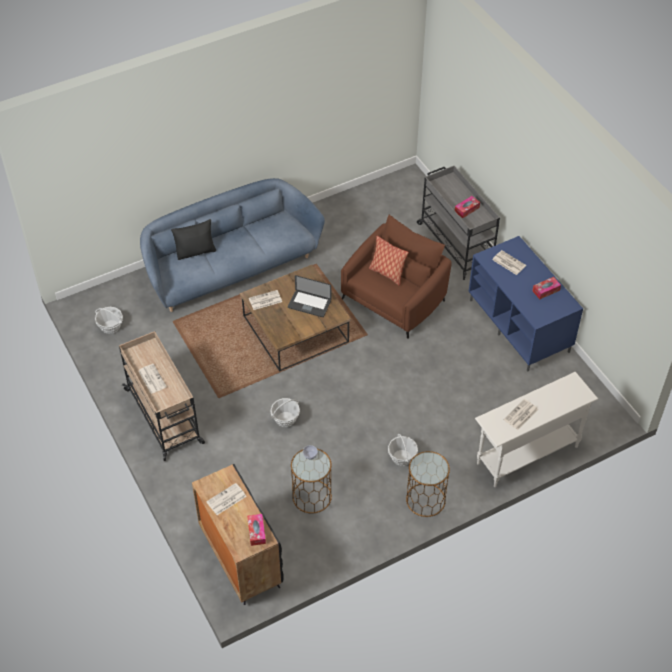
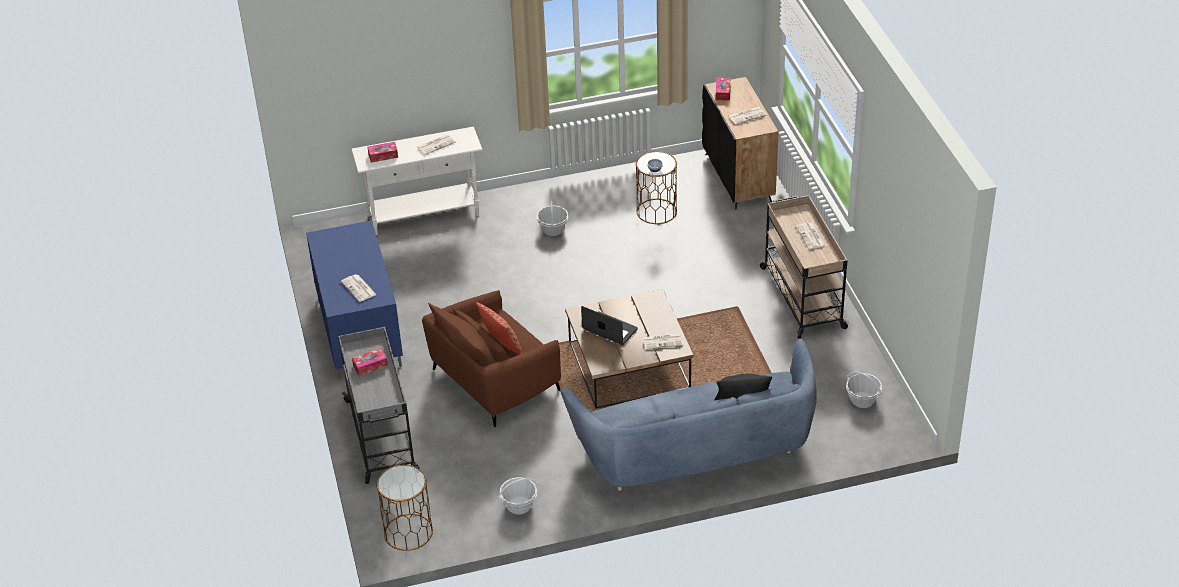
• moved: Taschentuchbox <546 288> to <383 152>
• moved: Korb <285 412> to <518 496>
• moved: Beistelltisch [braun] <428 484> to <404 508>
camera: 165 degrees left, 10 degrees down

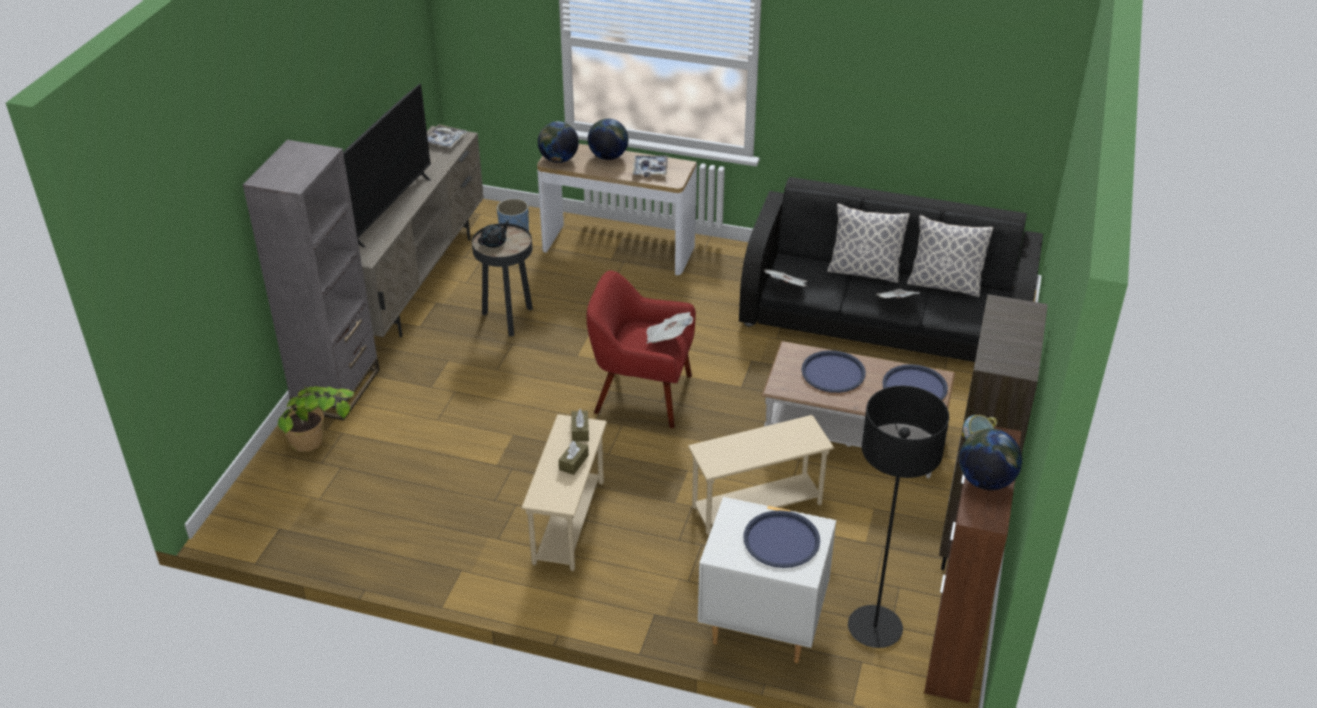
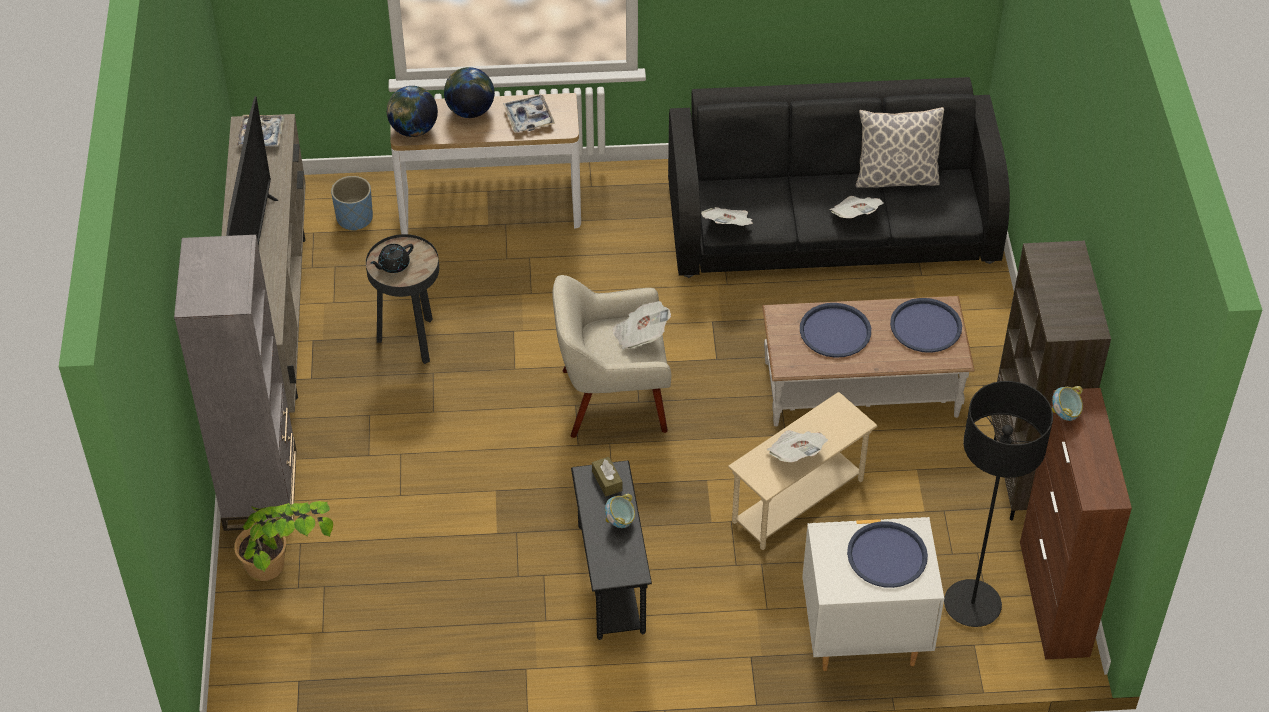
• removed: Kissen <868 243>
• turned: Teekanne [schwarz] <493 234> = <392 258> 150 degrees counterclockwise
• recoloured: Sessel [rot] <641 349> to Sessel [beige] <611 356>
• recoloured: Beistelltisch [beige] <564 492> to Beistelltisch [schwarz] <611 550>
• removed: Globus <990 459>
• replaced: Taschentuchbox [braun] <574 458> to Schüssel <620 511>
• added: Zeitung <797 446>
camera: 20 degrees left, 10 degrees up

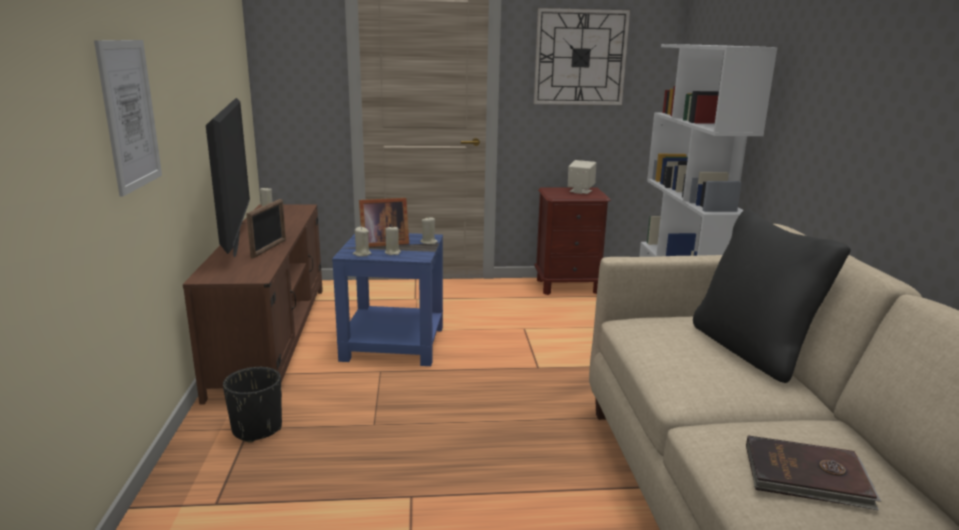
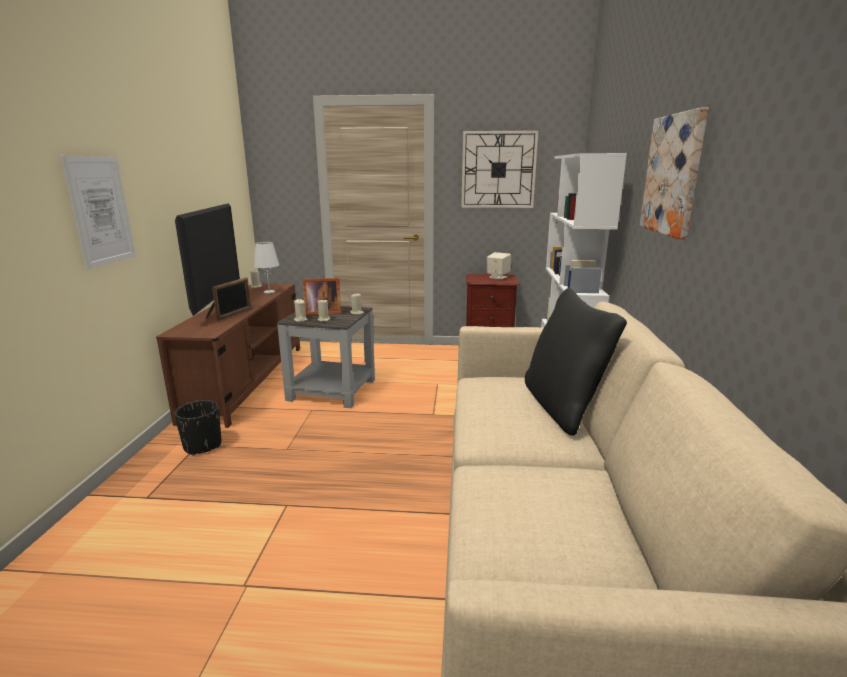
• recoloured: Beistelltisch [blau] <387 299> to Beistelltisch [grau] <326 357>
• removed: Buch [braun] <813 473>
• added: Bild <674 173>
• added: Tischlampe [weiß] <266 268>
camera: 10 degrees right, 0 degrees up

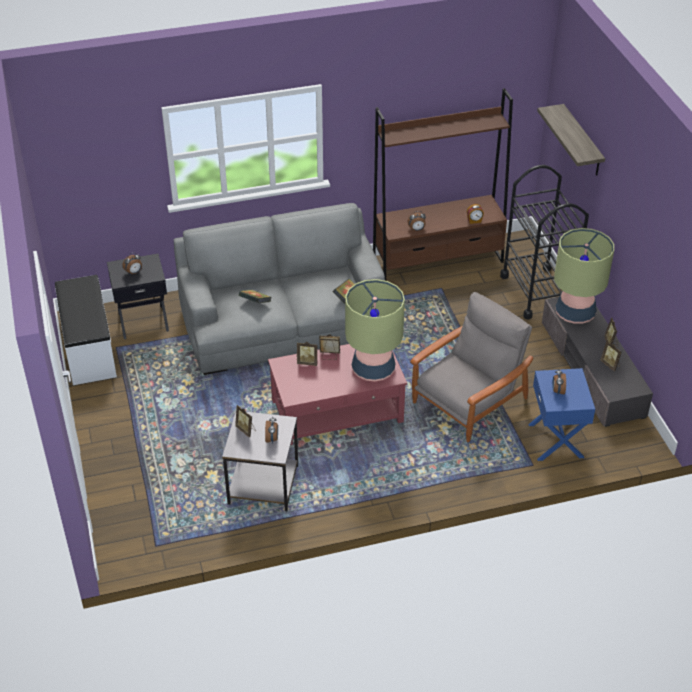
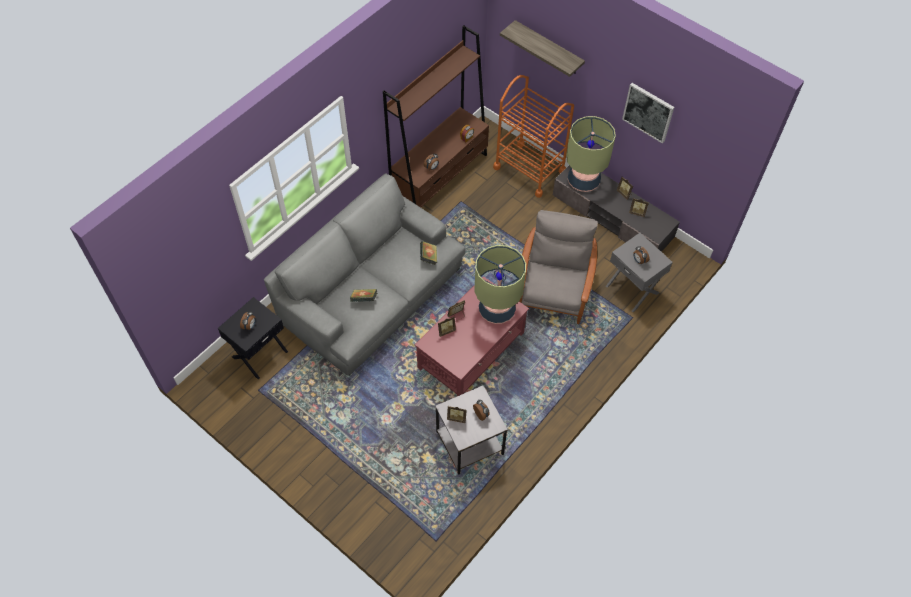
• recoloured: Rollwagen [schwarz] <544 242> to Rollwagen [orange] <533 136>
• removed: Bank [weiß] <86 330>
• recoloured: Beistelltisch [blau] <561 414> to Beistelltisch [grau] <639 272>
• added: Bild <648 113>
camera: 35 degrees left, 15 degrees up

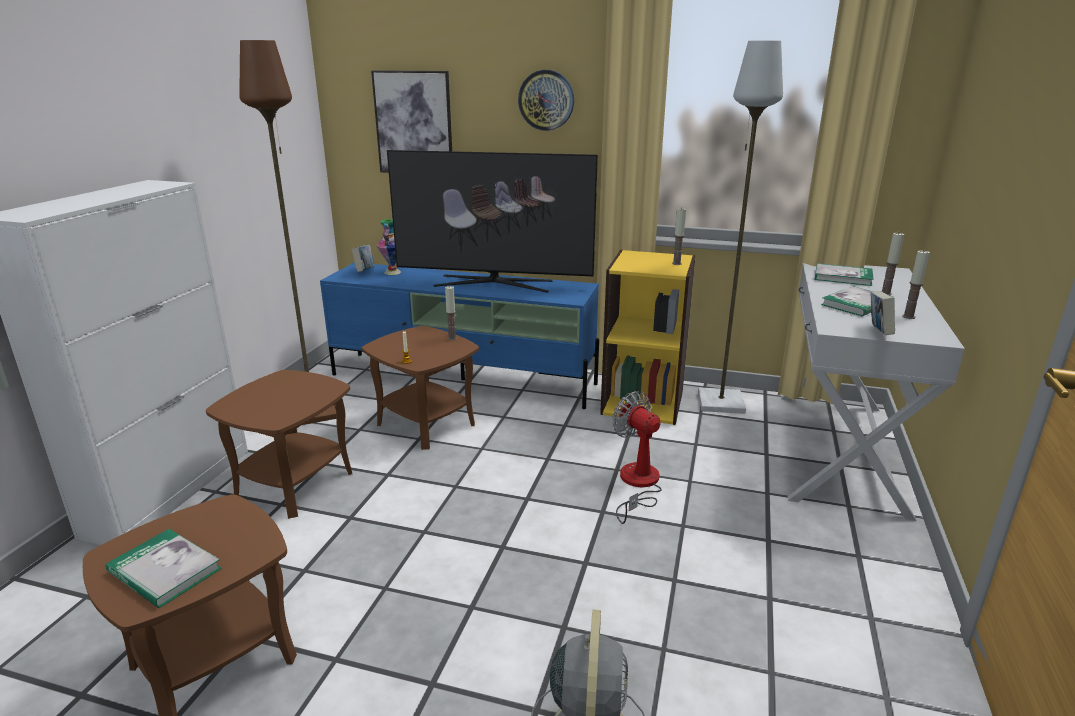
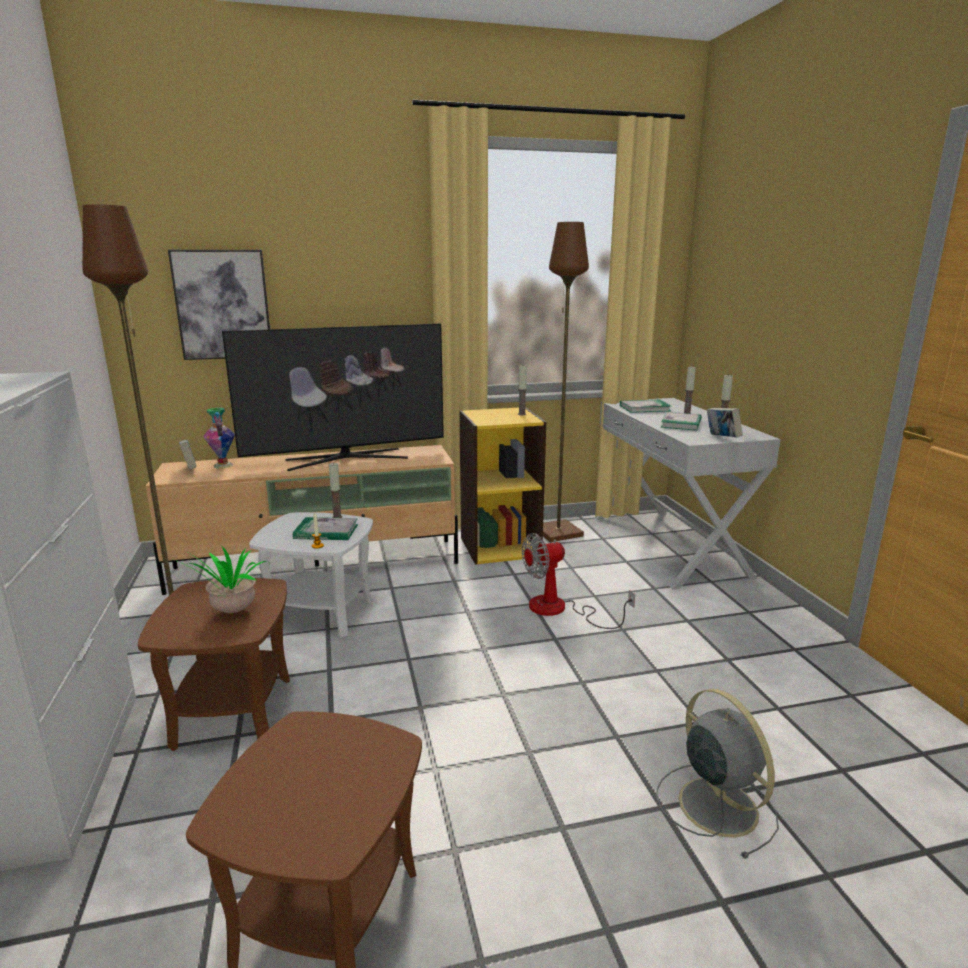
• recoloured: Stehlampe [grau] <740 227> to Stehlampe [braun] <566 382>
• removed: Wanduhr <546 100>
• recoloured: Fernsehschrank [blau] <459 335> to Fernsehschrank [beige] <302 520>
• recoloured: Beistelltisch [braun] <420 388> to Beistelltisch [weiß] <311 575>
• turned: Ventilator <637 457> = <578 581> 45 degrees counterclockwise
• moved: Buch <164 568> to <325 528>
• added: Topfpflanze <225 579>
camera: 30 degrees left, 5 degrees down

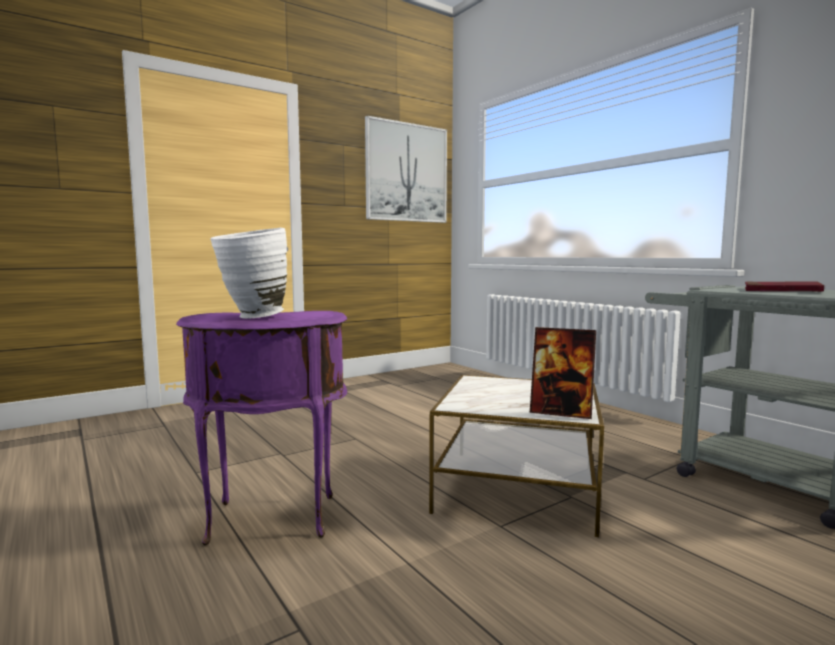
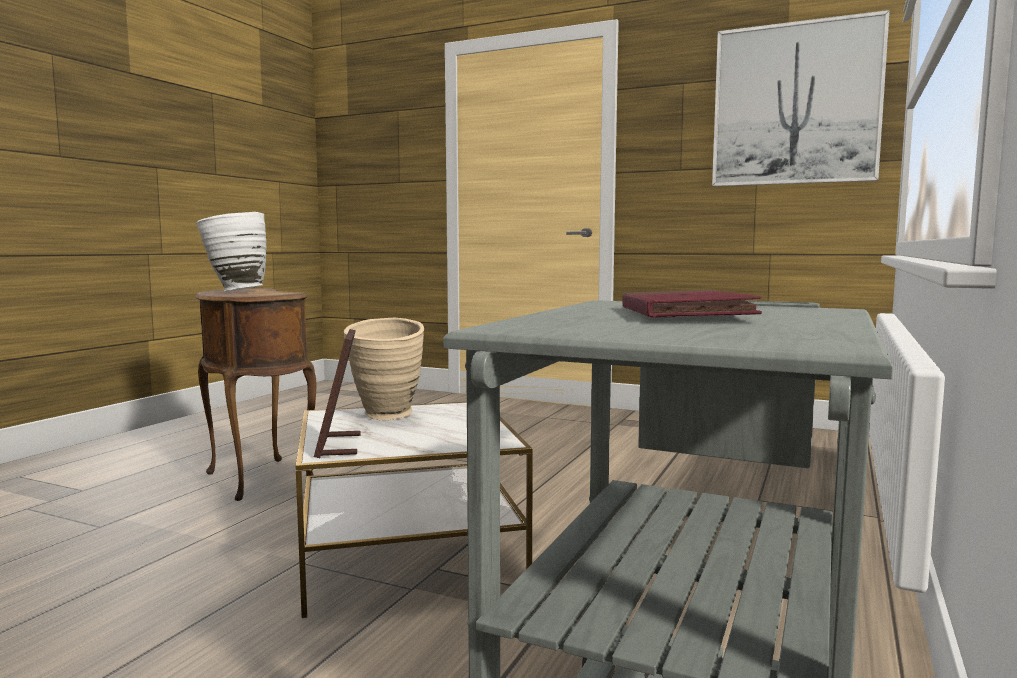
• recoloured: Beistelltisch [lila] <261 428> to Beistelltisch [braun] <255 394>
• added: Vase [beige] <384 369>
camera: 60 degrees right, 0 degrees up

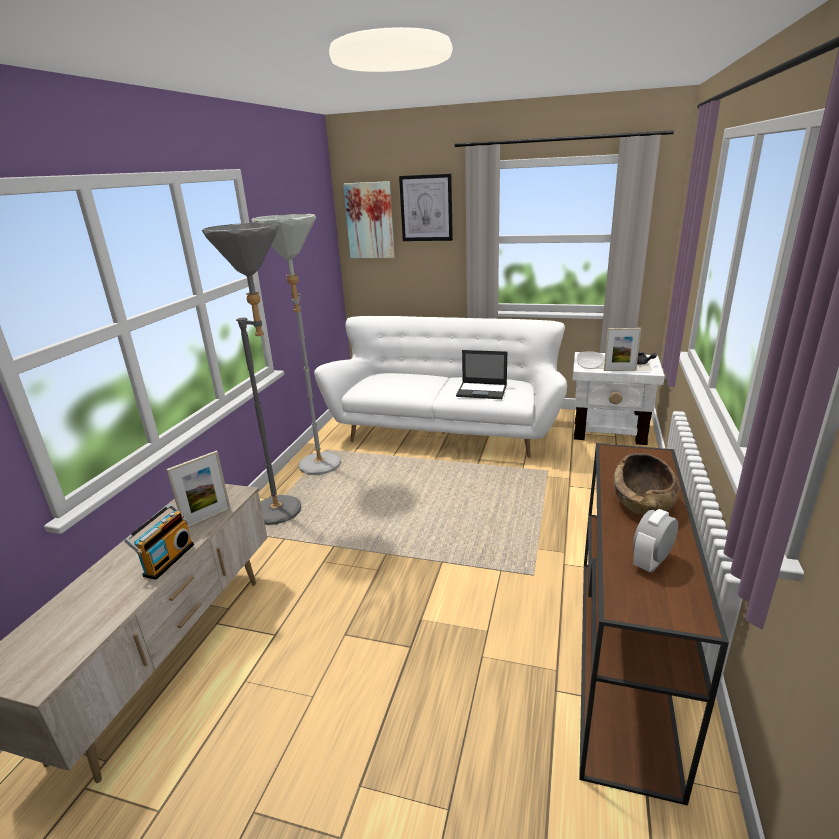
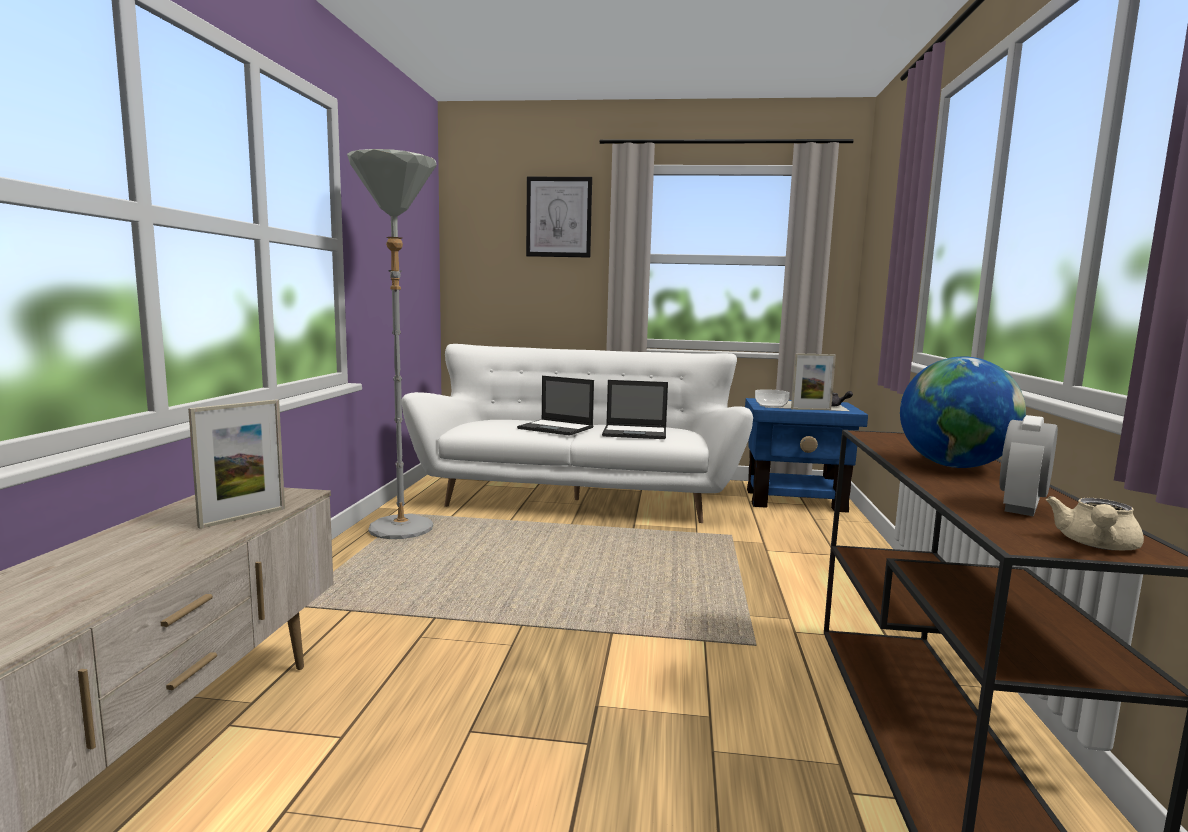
• removed: Bild <369 219>
• removed: Stehlampe [grau] <251 373>
• recoloured: Beistelltisch [weiß] <619 398> to Beistelltisch [blau] <806 455>
• replaced: Schüssel [braun] <646 484> to Globus <963 412>
• removed: Radio <159 542>
• added: Laptop <555 406>
• added: Teekanne [beige] <1095 523>
camera: 10 degrees left, 15 degrees down

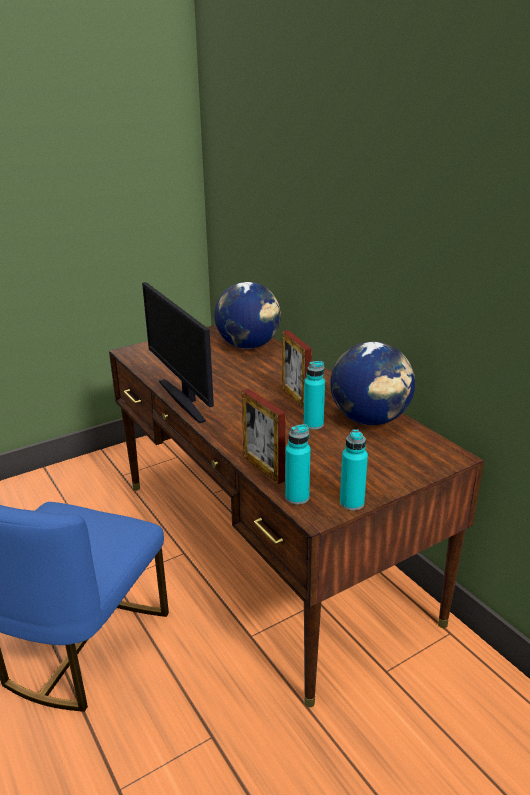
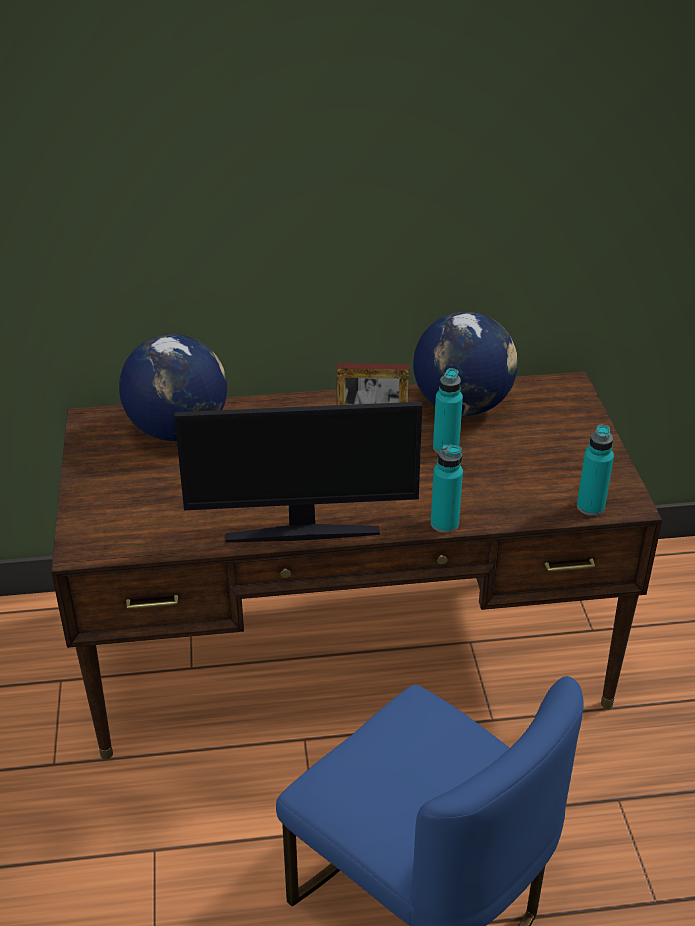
• removed: Bilderrahmen <264 436>
• moved: Flasche [türkis] <354 470> to <447 488>
camera: 65 degrees left, 10 degrees up

